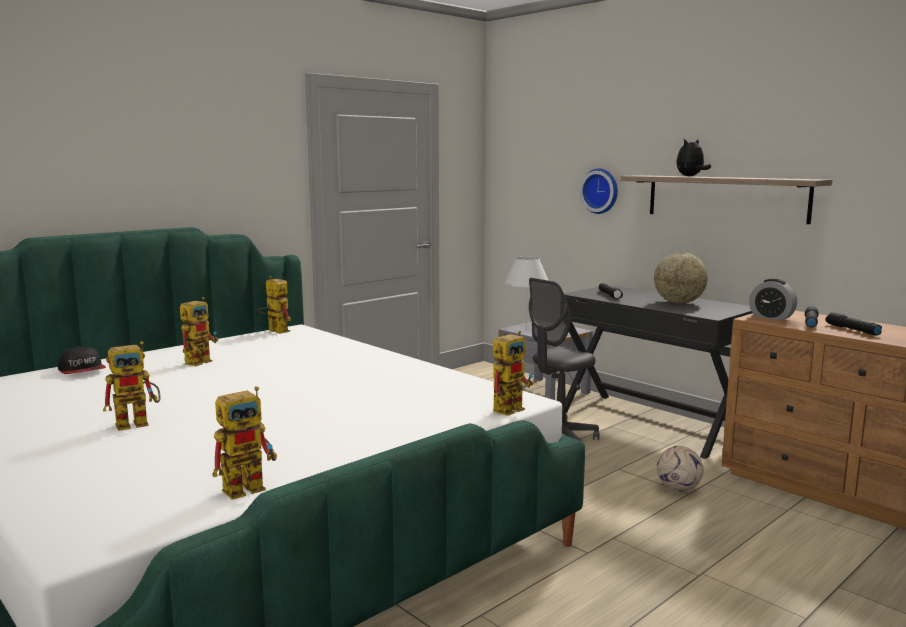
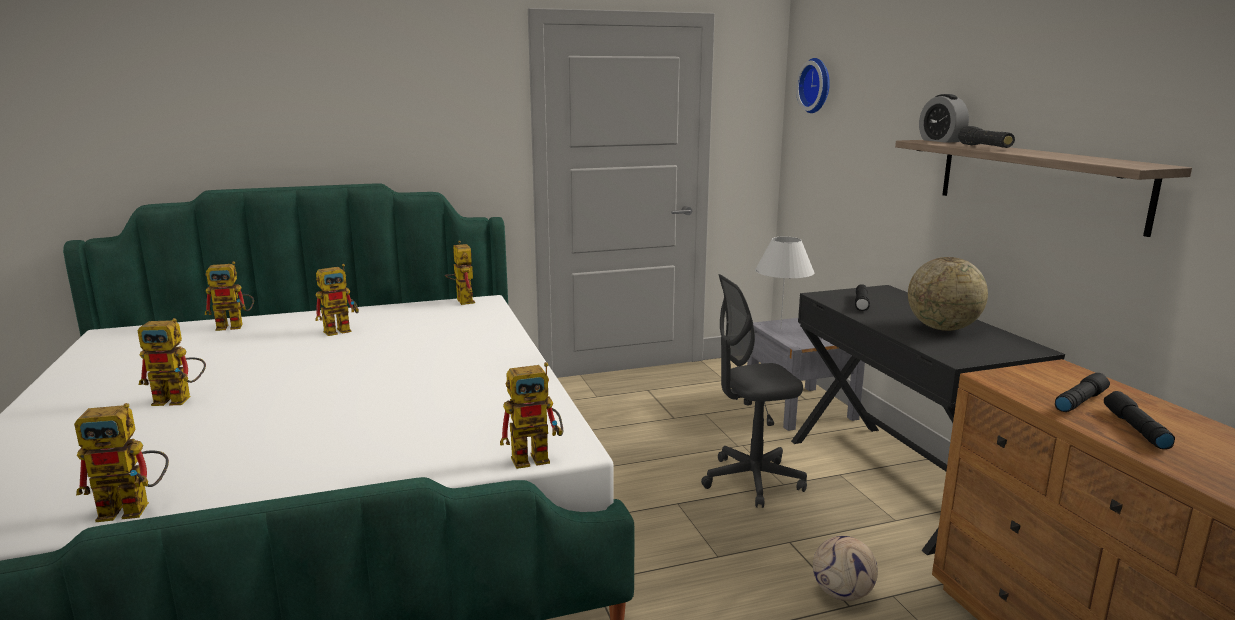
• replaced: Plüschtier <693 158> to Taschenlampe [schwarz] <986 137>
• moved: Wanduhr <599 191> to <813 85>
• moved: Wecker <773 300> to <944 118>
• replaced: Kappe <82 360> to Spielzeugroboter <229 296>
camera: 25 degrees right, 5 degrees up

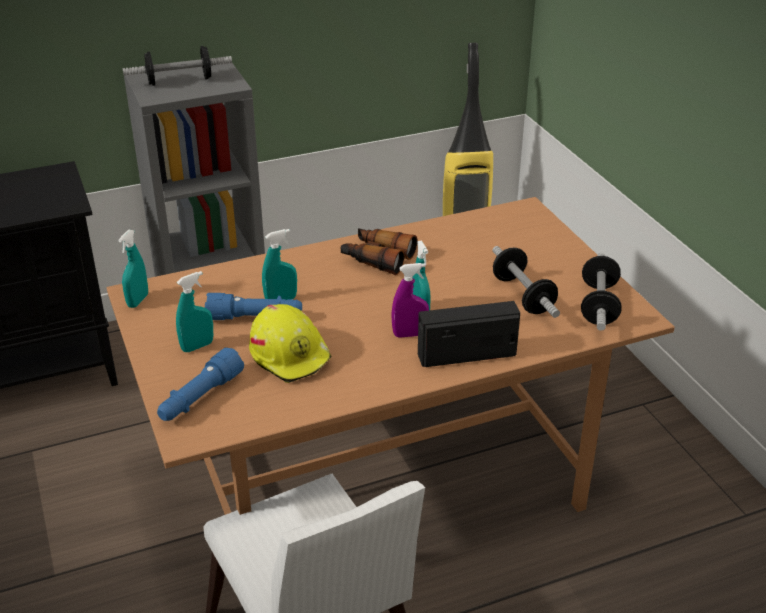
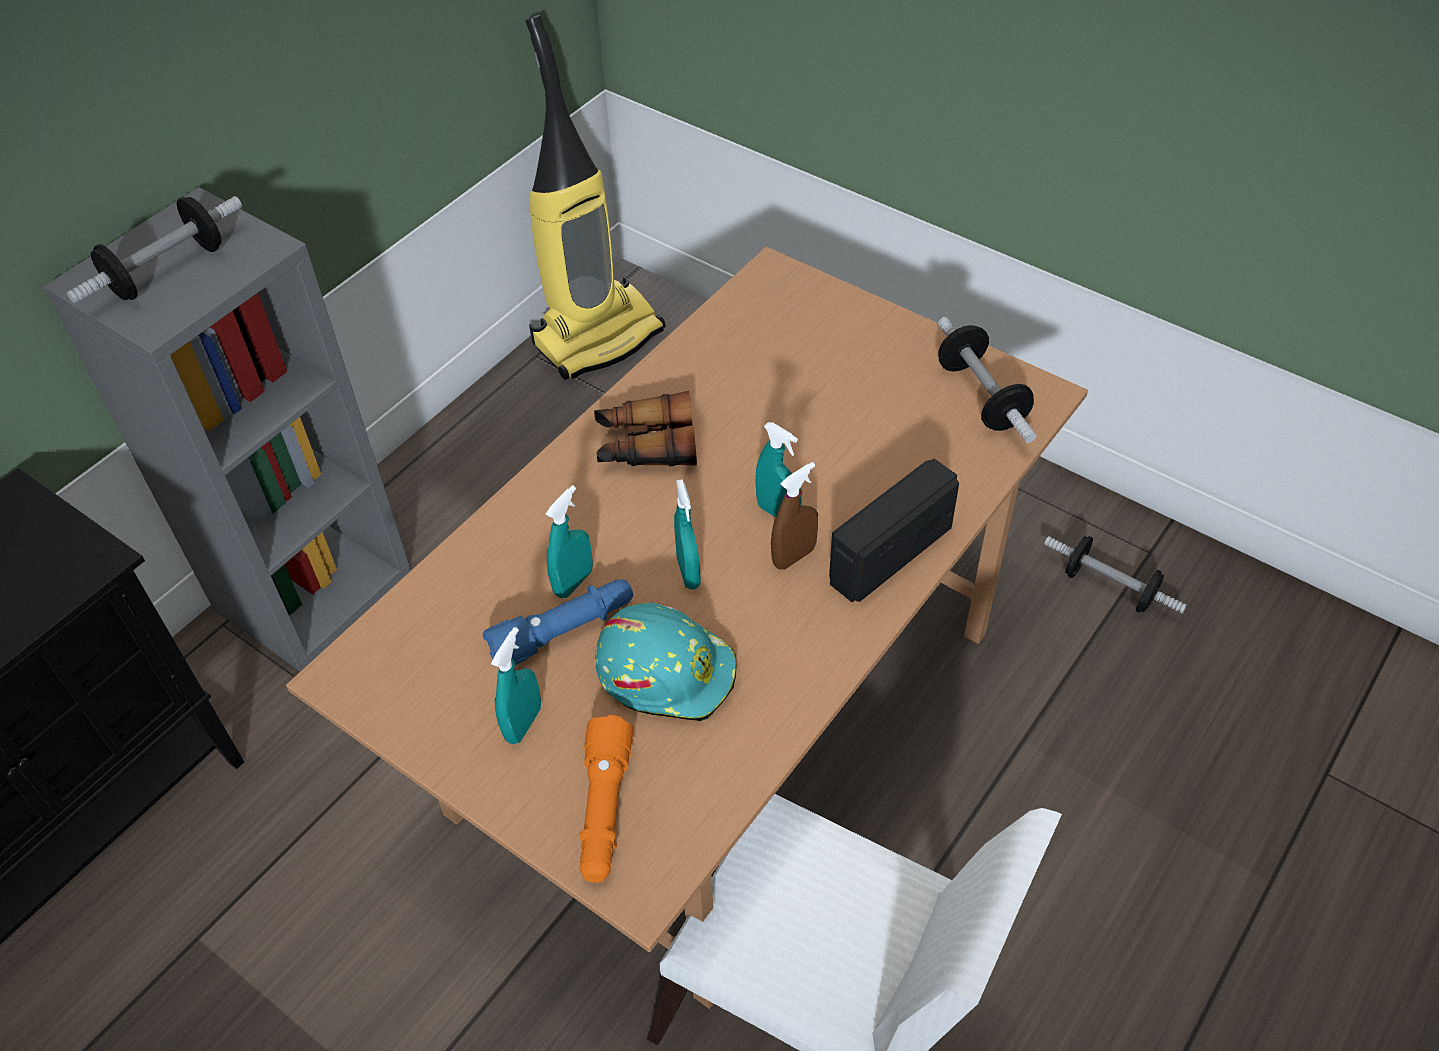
• moved: Sprühflasche [türkis] <133 268> to <687 534>
• moved: Hantel <526 282> to <1115 575>
• recoloured: Sprühflasche [lila] <410 300> to Sprühflasche [braun] <794 516>
• recoloured: Schutzhelm [gelb] <290 343> to Schutzhelm [türkis] <665 662>
• recoloured: Taschenlampe [blau] <200 384> to Taschenlampe [orange] <606 799>
camera: 30 degrees left, 15 degrees up

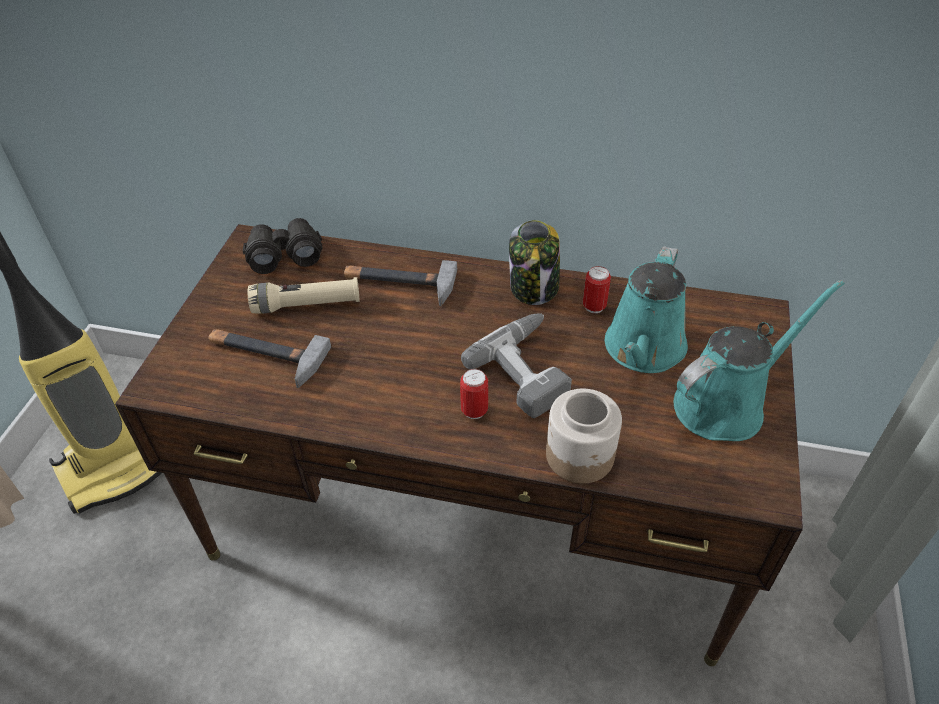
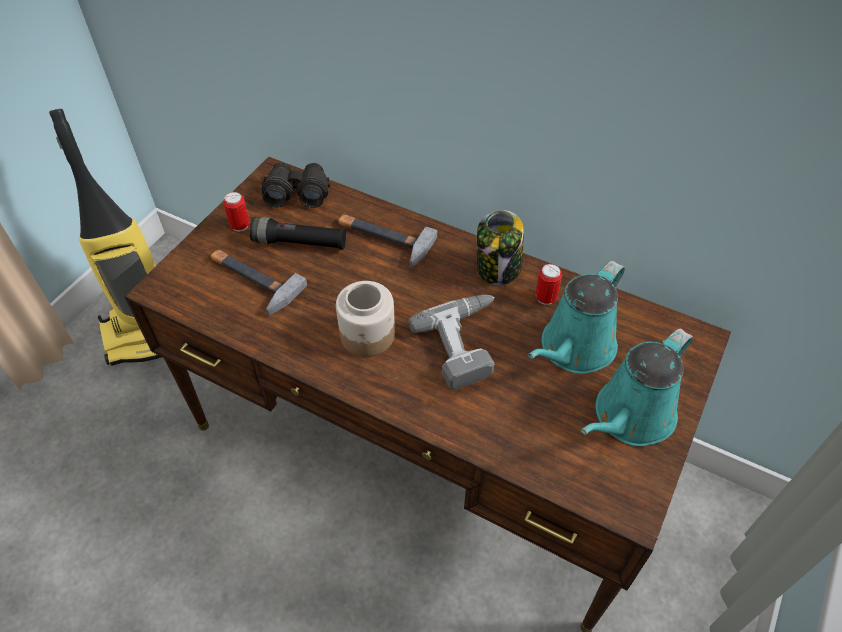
• recoloured: Taschenlampe [beige] <303 295> to Taschenlampe [schwarz] <298 233>
• turned: Gießkanne [türkis] <759 360> = <637 387> 150 degrees clockwise
• moved: Dose <474 394> to <236 212>
• moved: Vorratsglas <584 436> to <365 319>
camera: 15 degrees right, 5 degrees up

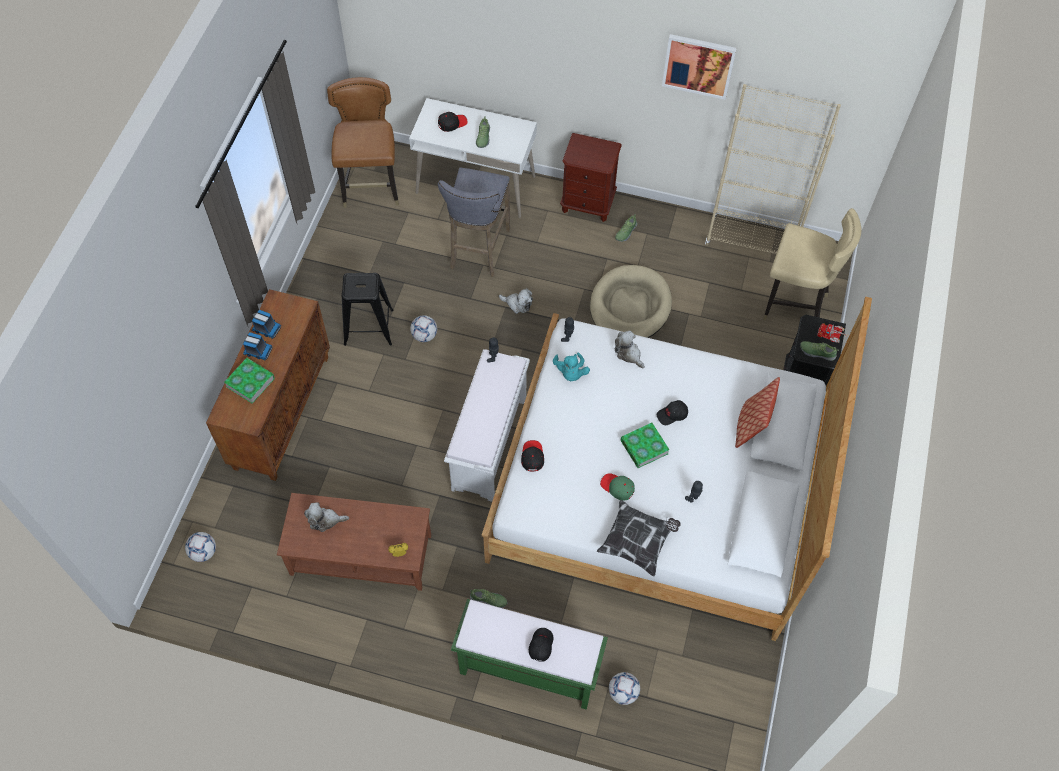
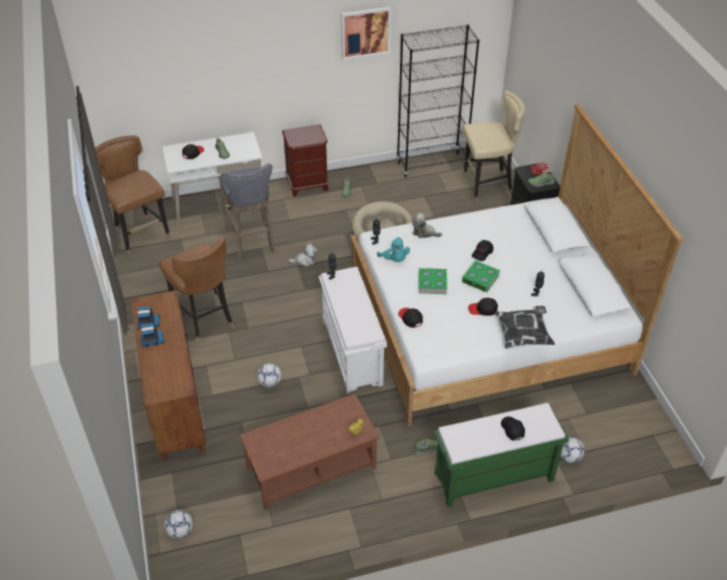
• recoloured: Bücherregal [beige] <773 169> to Bücherregal [schwarz] <438 100>
• replaced: Hocker [schwarz] <368 309> to Stuhl [braun] <196 290>
• moved: Fußball <423 328> to <269 375>
• moved: Buch <249 380> to <433 281>
• removed: Kissen <757 412>
• recoloured: Kappe [grün] <617 487> to Kappe [schwarz] <483 307>
• removed: Plüschtier <326 517>
camera: 30 degrees left, 15 degrees down

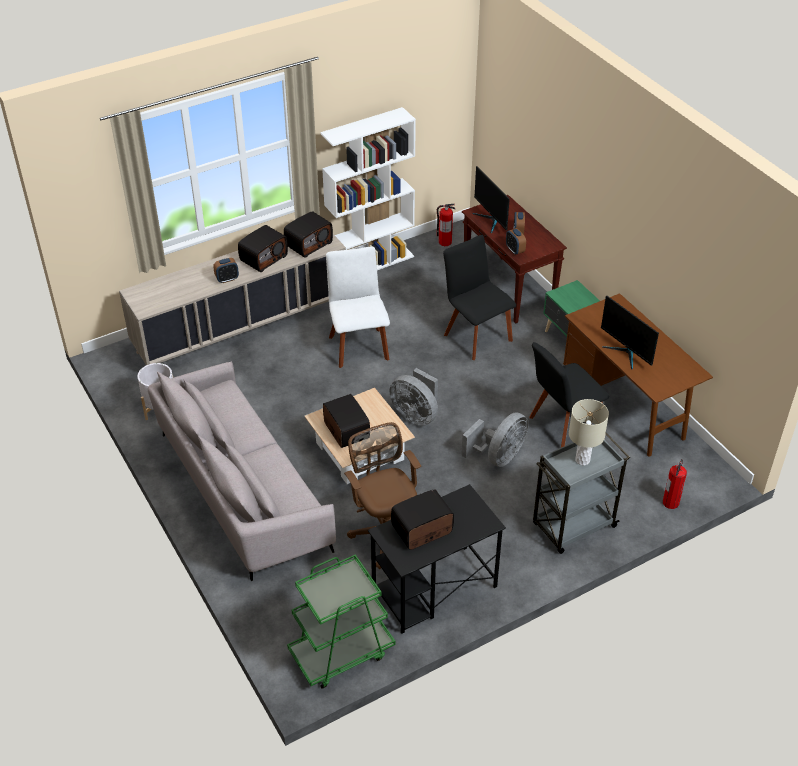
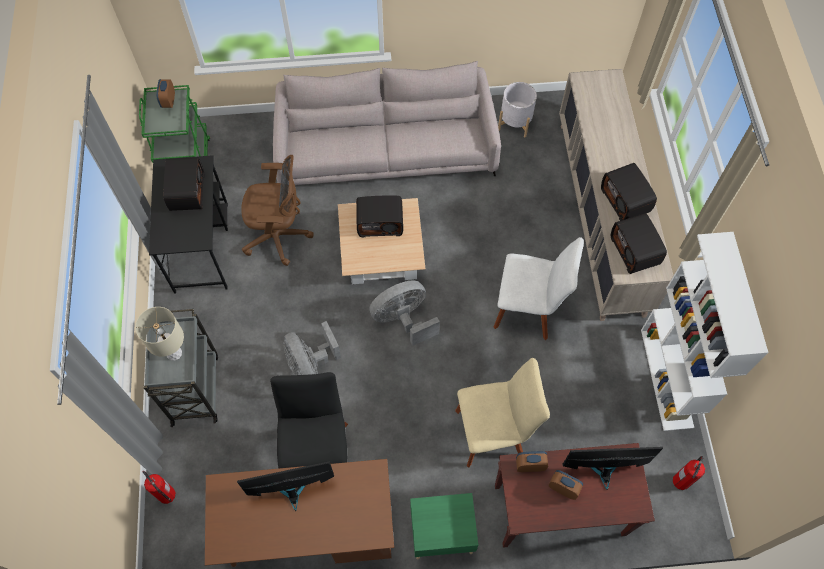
• recoloured: Stuhl [schwarz] <479 297> to Stuhl [beige] <502 412>
• moved: Wecker <226 270> to <165 93>
camera: 115 degrees right, 20 degrees up

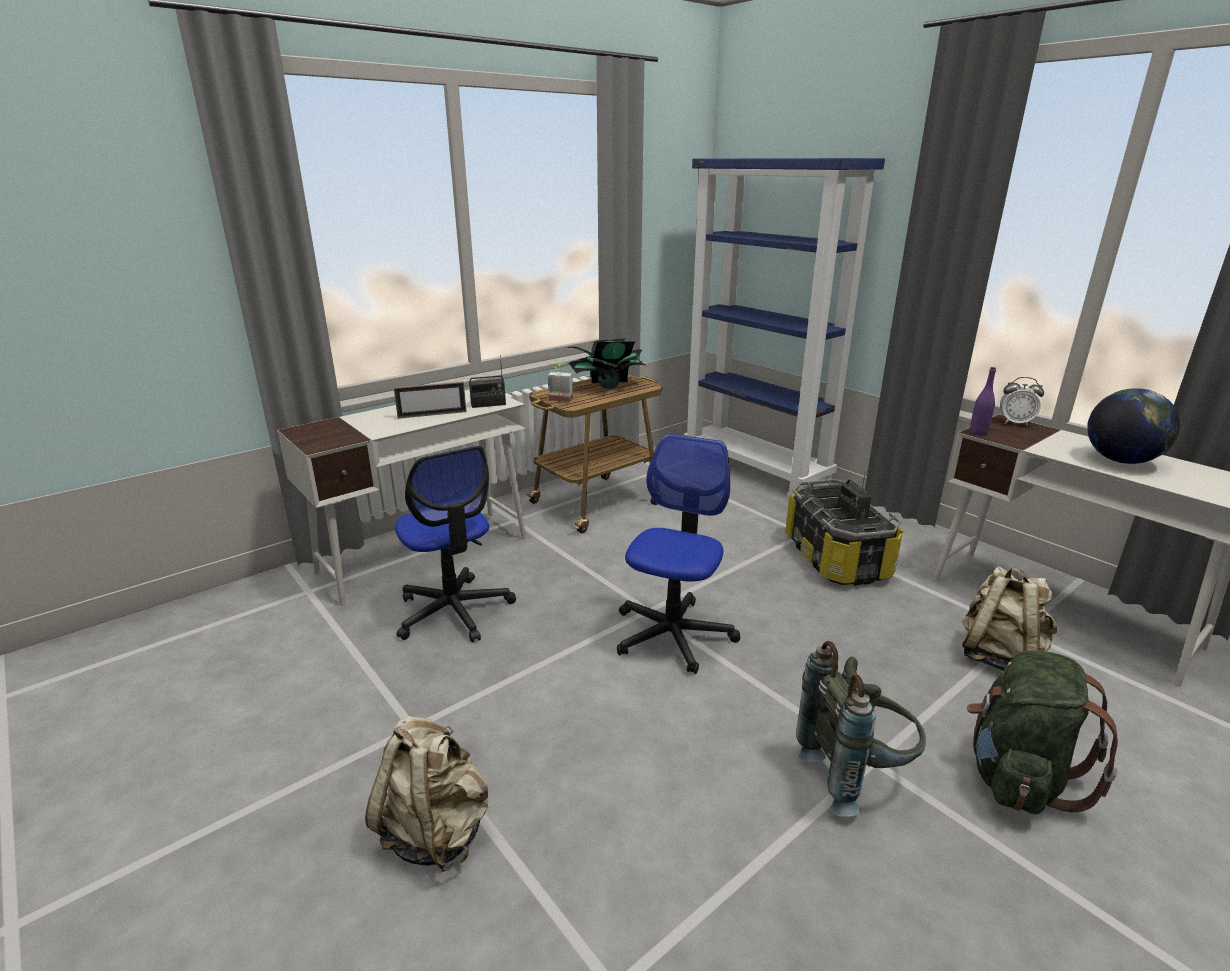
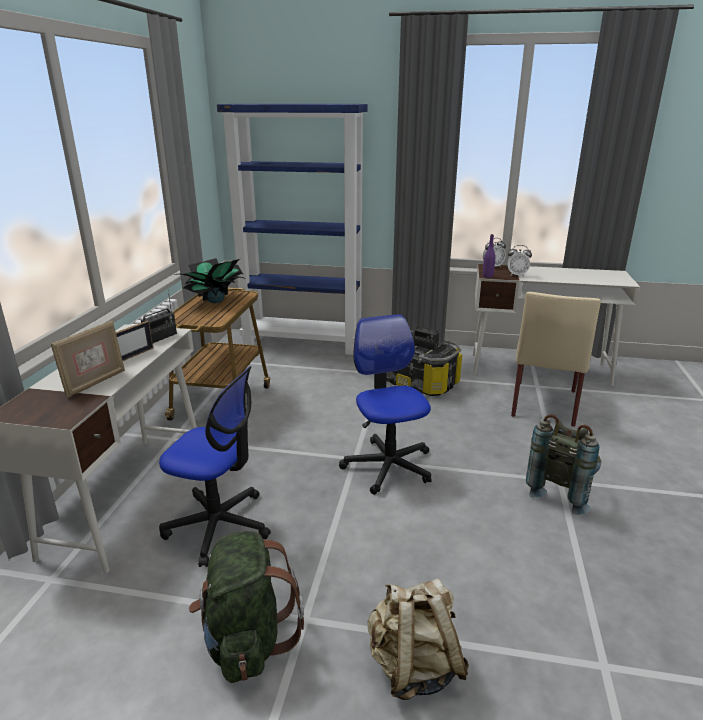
• removed: Topfpflanze <560 380>
• removed: Globus <1133 426>
• replaced: Rucksack [beige] <1009 618> to Stuhl [beige] <556 359>
• moved: Rucksack [grün] <1042 732> to <246 607>
• added: Wecker <520 260>
• added: Bilderrahmen <88 359>
camera: 40 degrees left, 0 degrees up

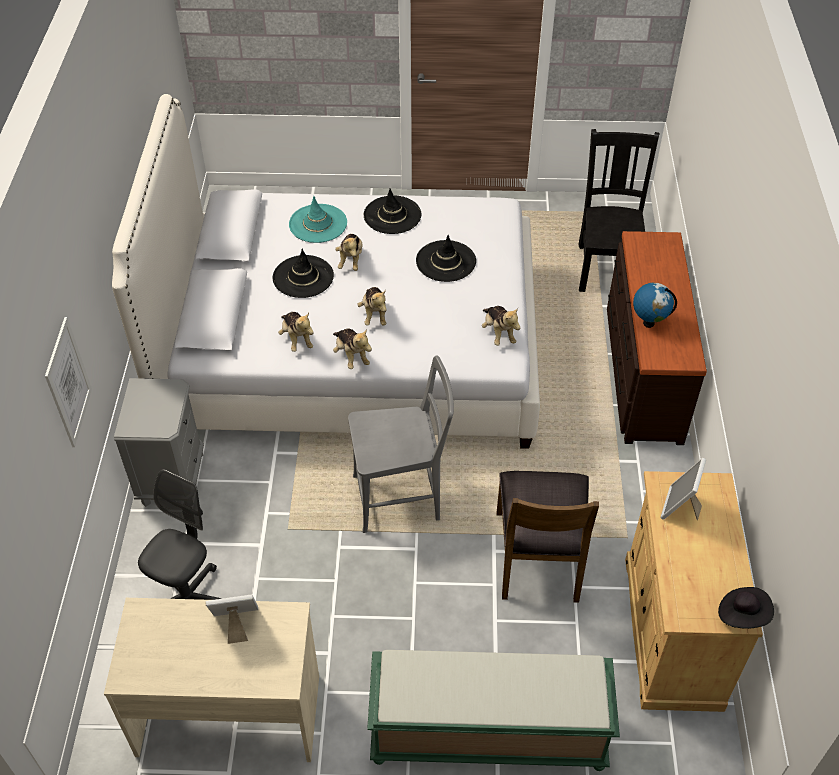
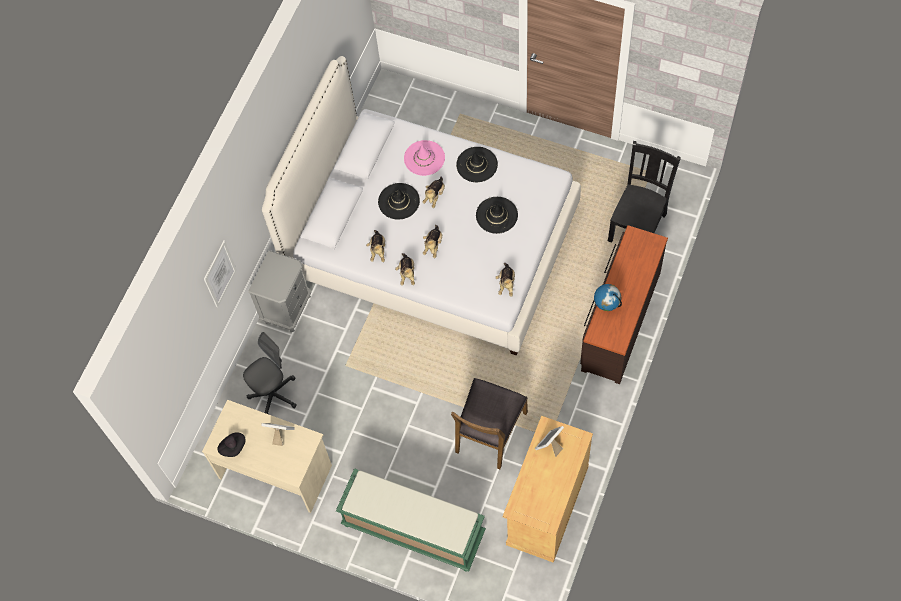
• recoloured: Hut [türkis] <318 219> to Hut [rosa] <424 158>
• removed: Stuhl [grau] <401 444>
• moved: Hut [schwarz] <746 608> to <231 444>
camera: 25 degrees right, 15 degrees up

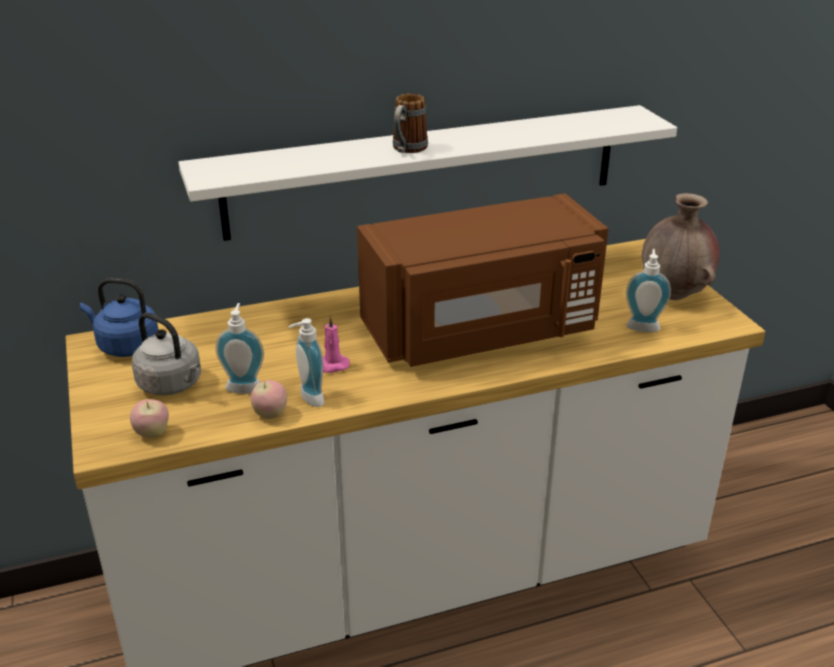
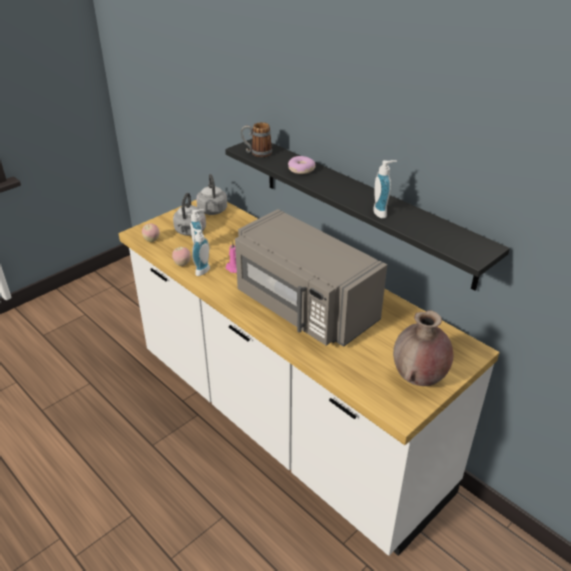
• moved: Henkelbecher <410 123> to <256 139>
• recoloured: Wandregal [weiß] <427 173> to Wandregal [schwarz] <367 215>
• recoloured: Mikrowelle [braun] <482 280> to Mikrowelle [grau] <311 278>
• moved: Seifenspender <648 290> to <385 189>
• recoloured: Wasserkessel [blau] <119 317> to Wasserkessel [grau] <211 194>
• added: Donut <301 165>
camera: 65 degrees right, 5 degrees up

